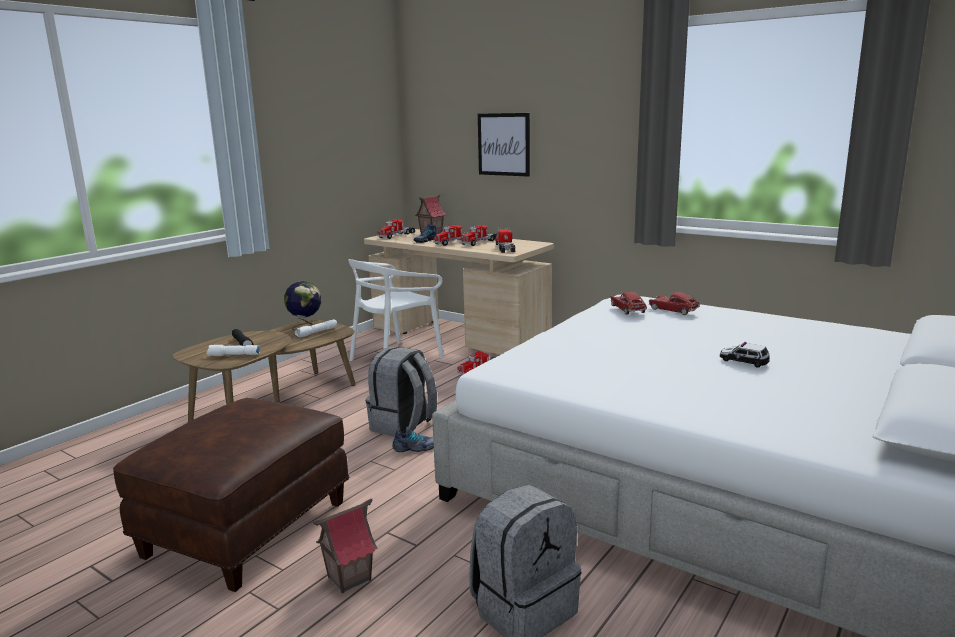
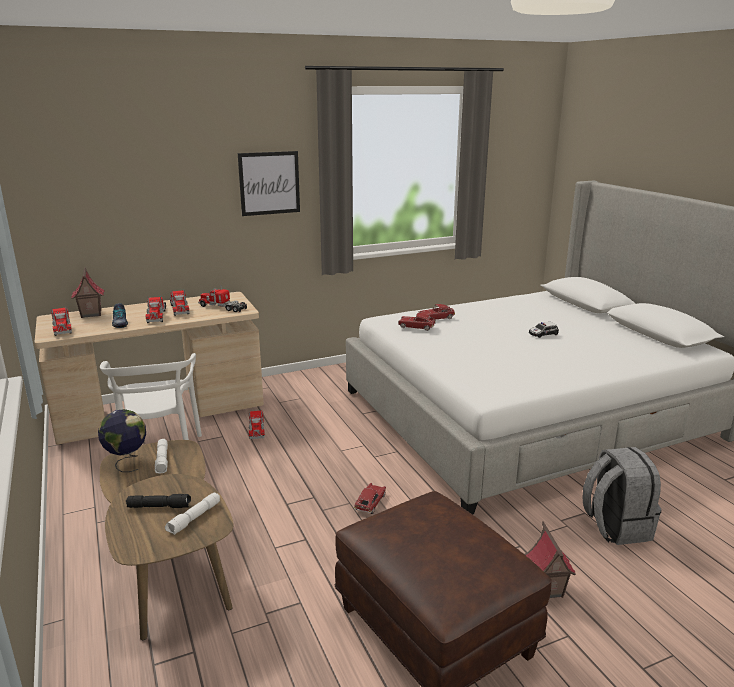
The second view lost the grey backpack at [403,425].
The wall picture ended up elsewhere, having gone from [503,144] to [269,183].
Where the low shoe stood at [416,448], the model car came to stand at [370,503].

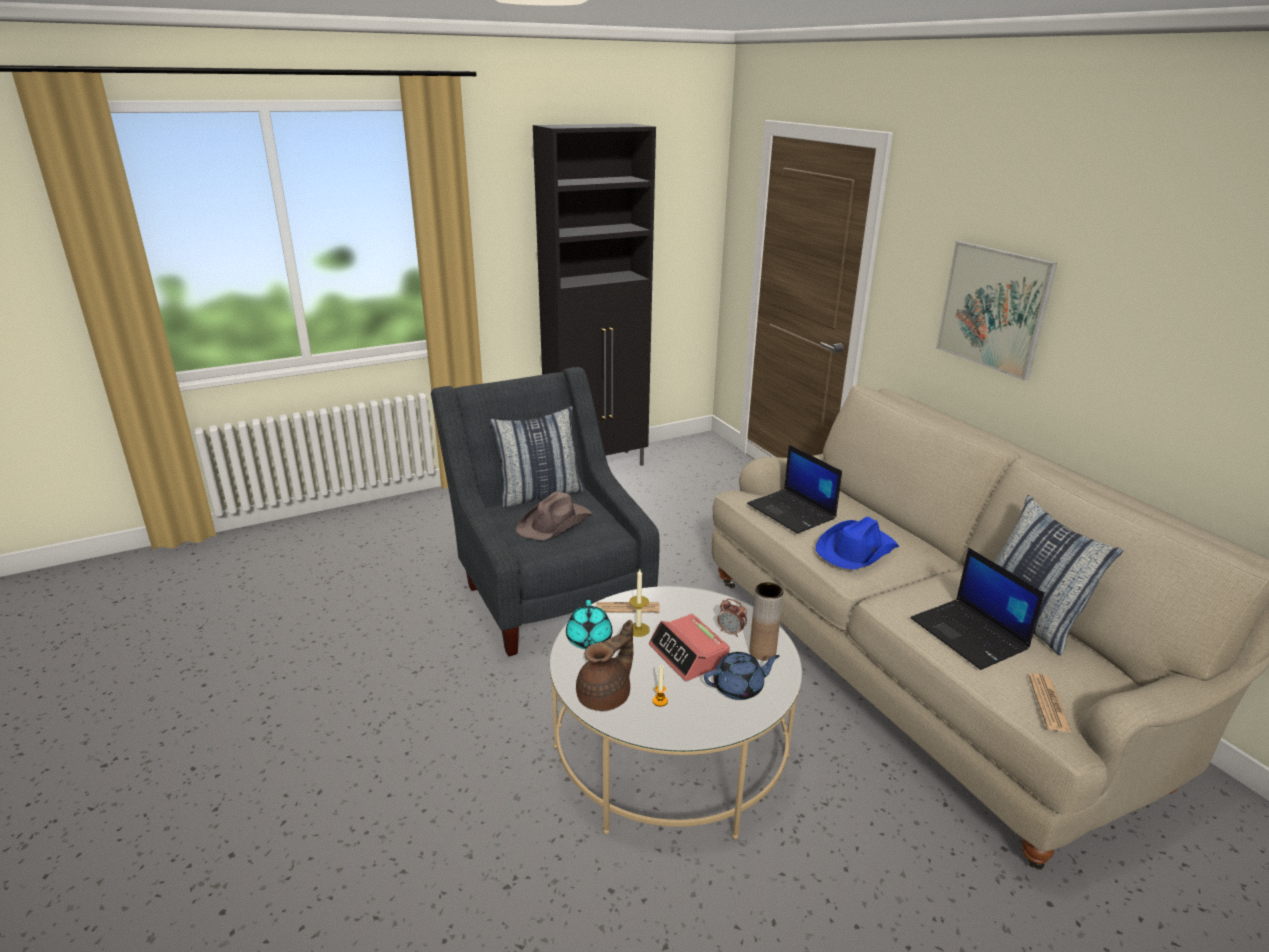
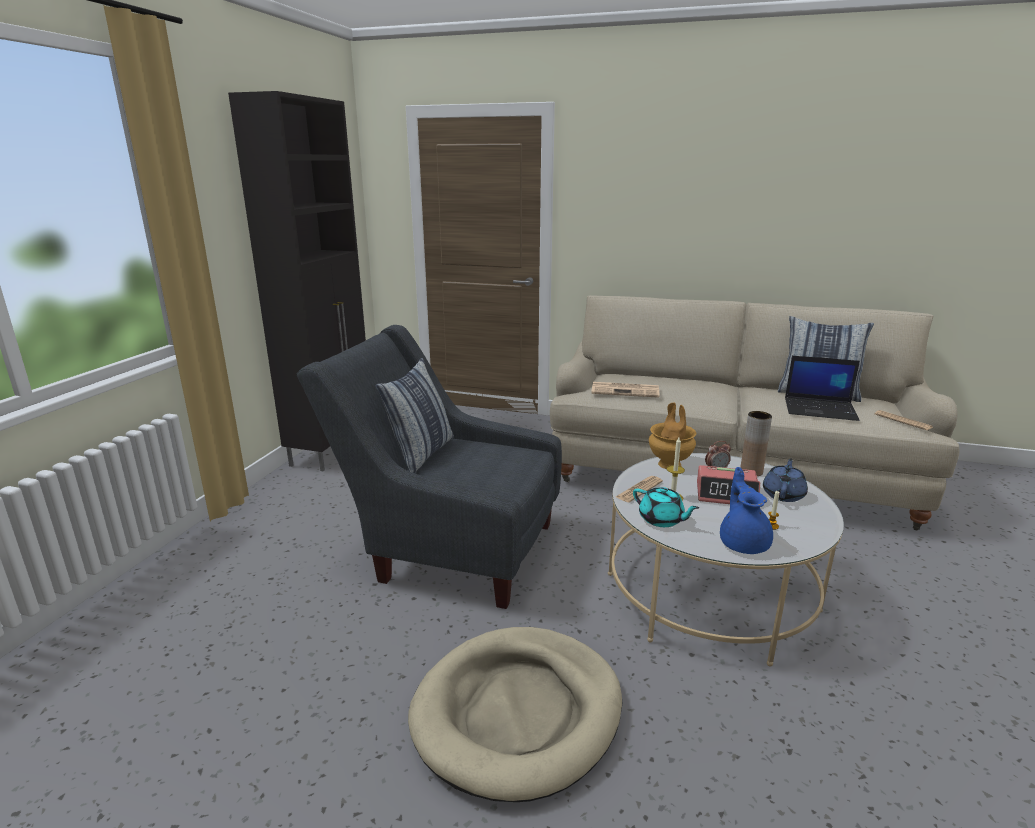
The second view lost the brownish hat at [555,523].
The second view lost the blue hat at [856,550].
The second view lost the wall picture at [993,308].
The second view gained the beige-coloured dog cushion at [518,713].
The second view gained the brownish flower vase at [670,464].
Where the laptop stood at [792,512], the printed paper came to stand at [626,390].
What was the brownish pot for tea at [606,696] turned into the blue pot for tea at [743,542].

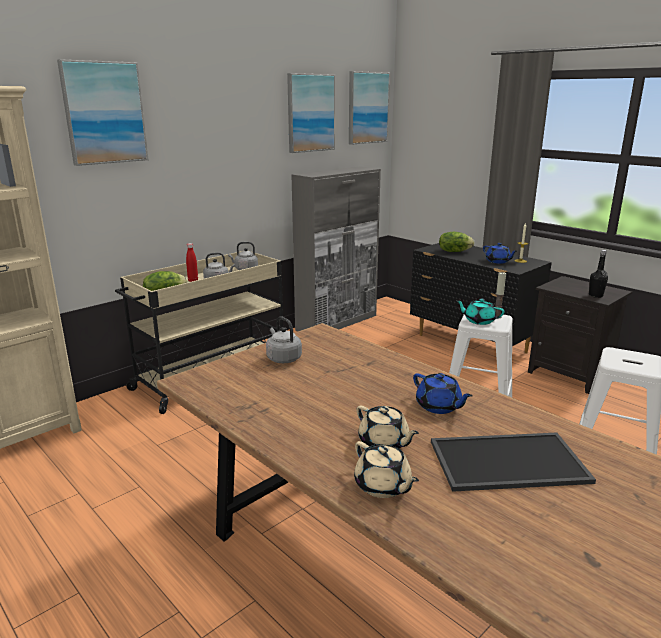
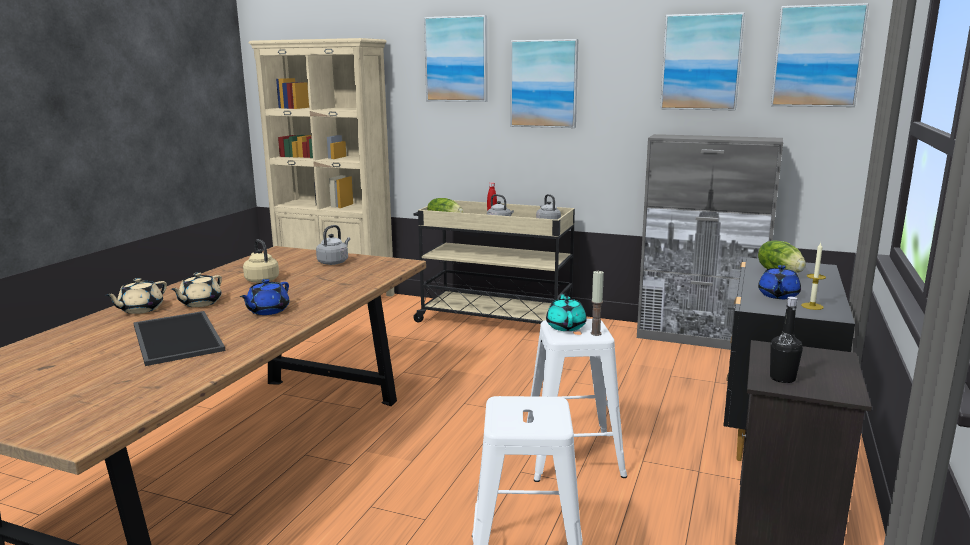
The second view gained the beige-coloured water kettle at [261,280].
The second view gained the wall picture at [544,84].

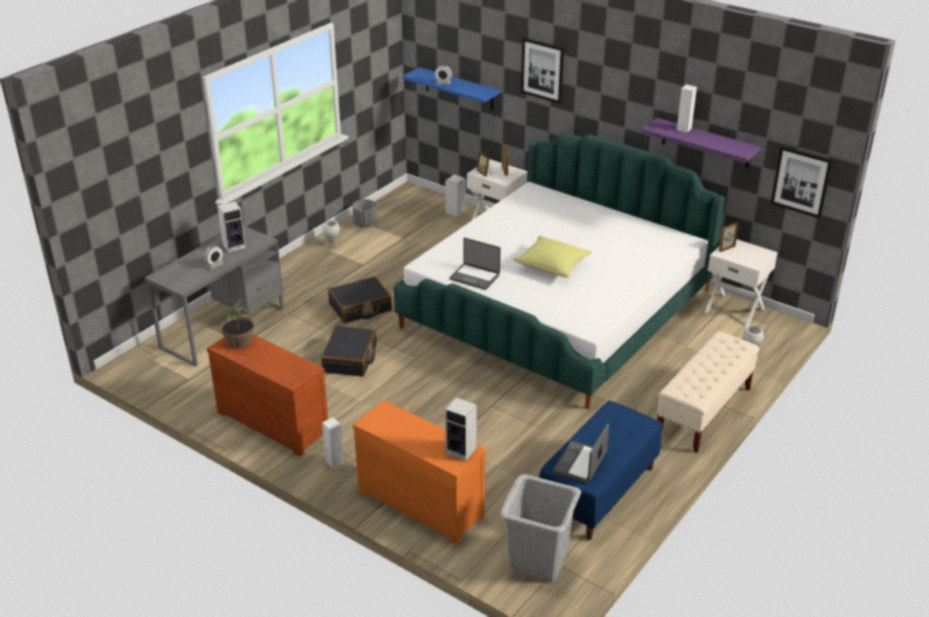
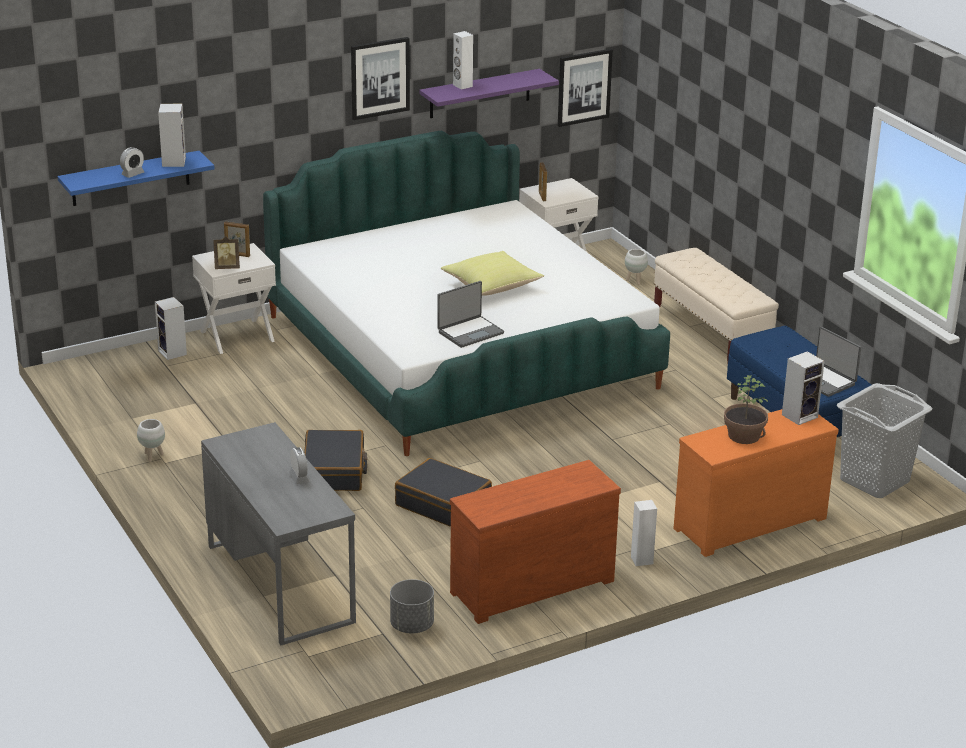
The loudspeaker ended up elsewhere, having gone from [235,246] to [173,161].
The potted plant ended up elsewhere, having gone from [239,341] to [743,436].
The grey planter ended up elsewhere, having gone from [365,224] to [411,625].
The wall picture ended up elsewhere, having gone from [542,70] to [379,78].

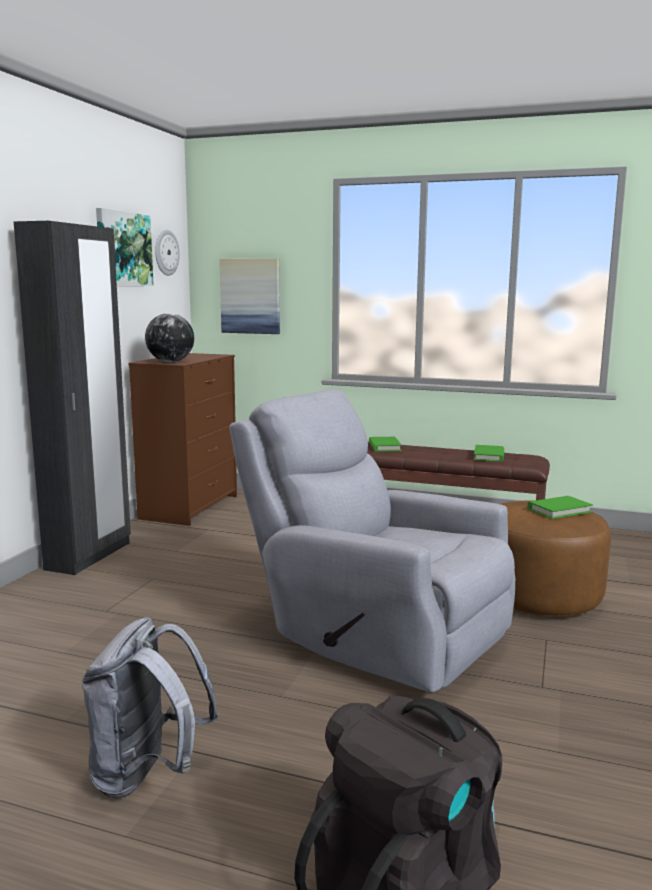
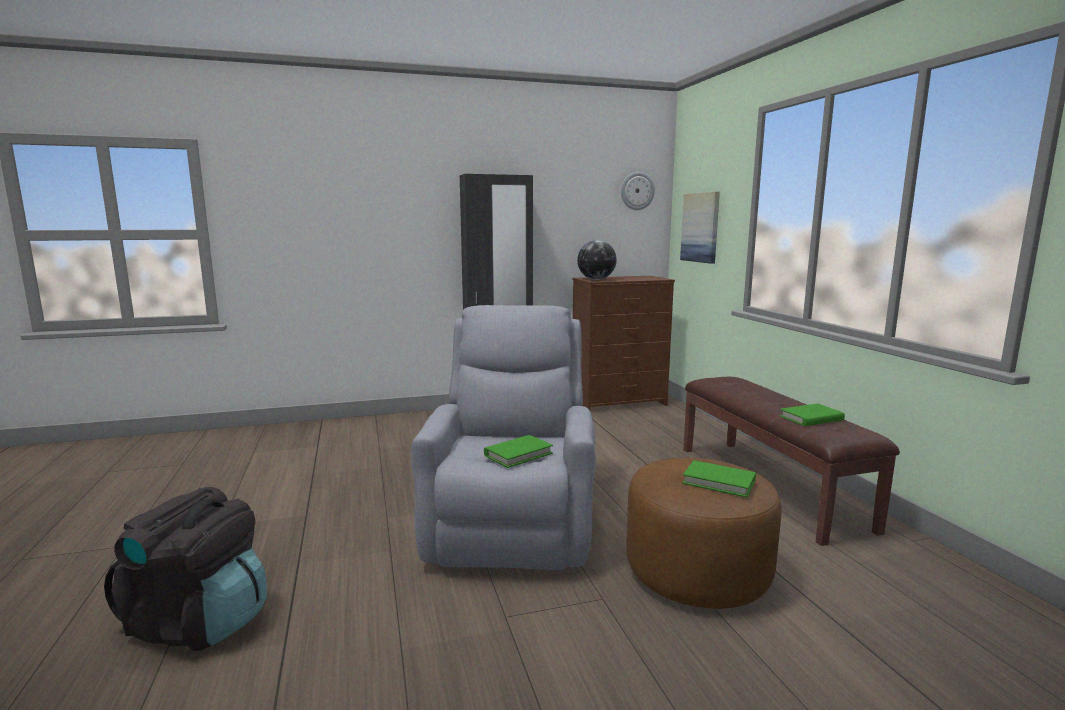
The second view lost the grey backpack at [148,775].
The second view lost the wall picture at [123,249].
The green volume ended up elsewhere, having gone from [384,447] to [518,454].

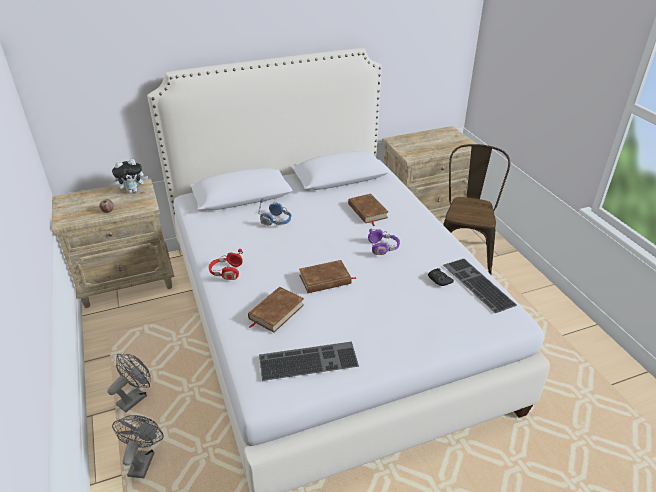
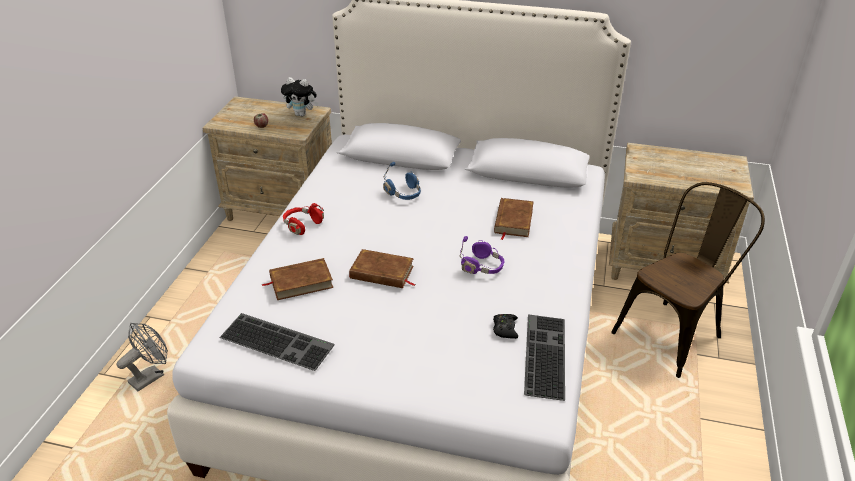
The second view lost the grey fan at [135,397].

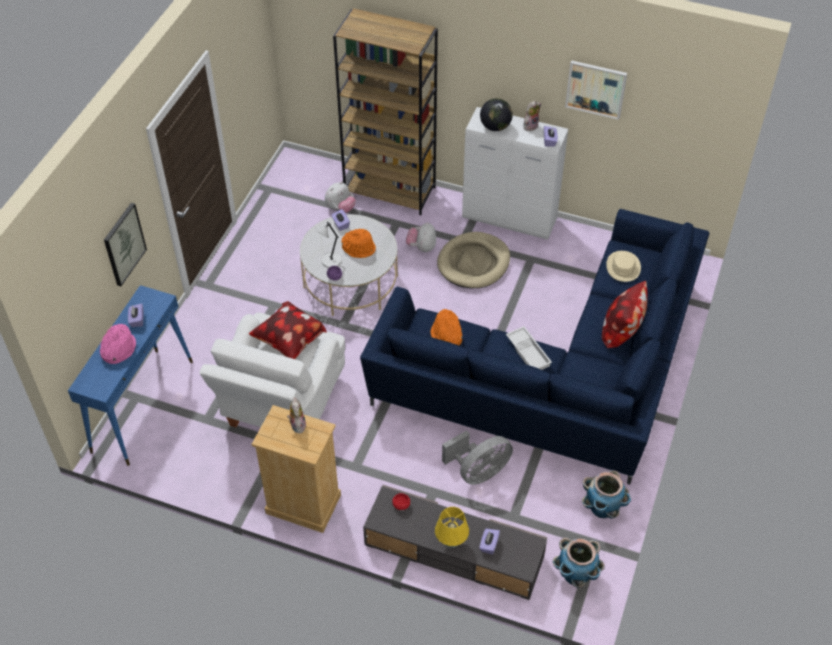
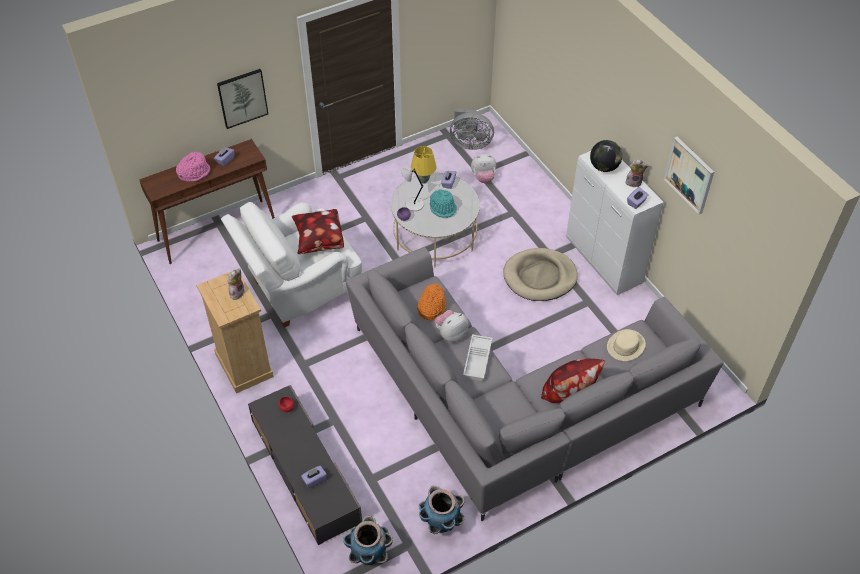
The second view lost the brownish bookshelf at [390,191].
The plush toy ended up elsewhere, having gone from [421,247] to [451,334].
The yellow-coloured table lamp ended up elsewhere, having gone from [451,543] to [424,180].
The grey fan ended up elsewhere, having gone from [478,472] to [470,143].
What was the blue console table at [143,405] turned into the brownish console table at [217,231].
What was the orange-coloured hat at [359,248] turned into the turquoise hat at [443,208].
What was the blue sofa at [559,379] turned into the grey sofa at [513,405].

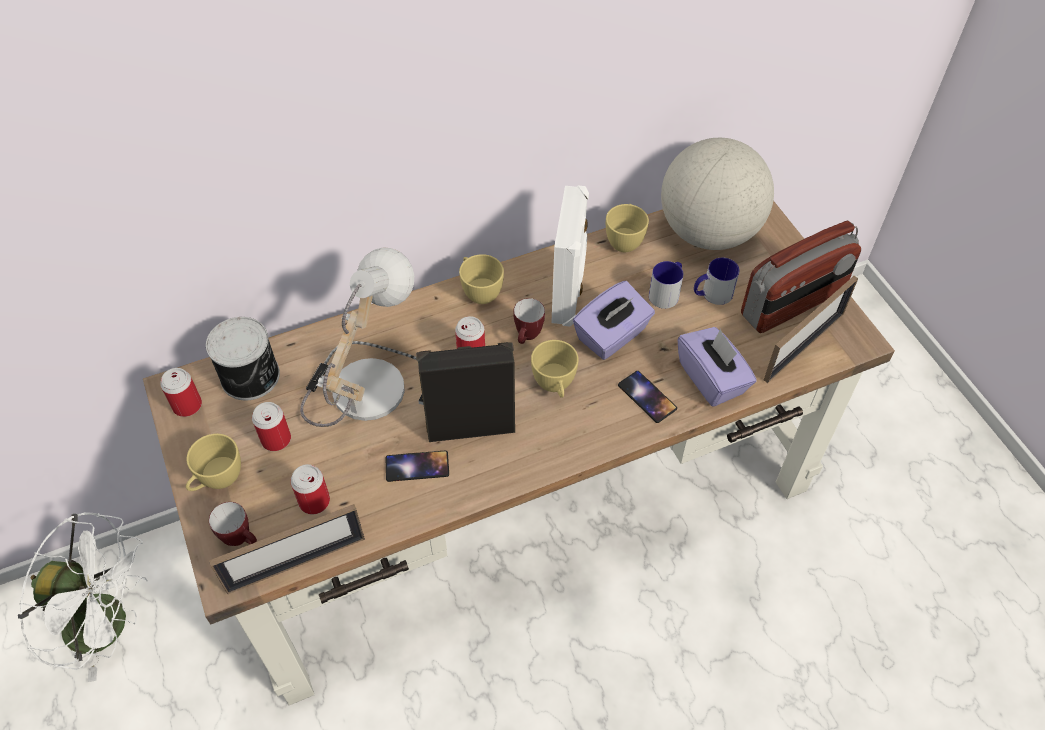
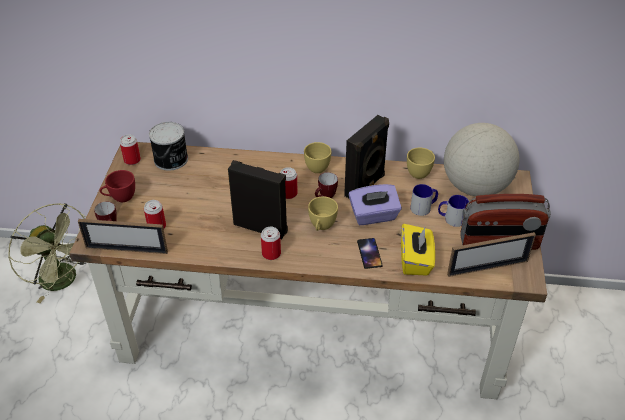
The second view lost the table lamp at [364,384].
The second view lost the phone at [417,466].
The metal can ended up elsewhere, having gone from [276,439] to [271,254].
What was the white-coloured fan at [110,624] turned into the green fan at [64,281].
What was the yellow-coloured drinking cup at [217,480] turned into the reddish drinking cup at [120,198].
What was the white-coloured loudspeaker at [569,294] turned into the black loudspeaker at [365,186].
What was the purple-coloured tissue box at [712,379] turned into the yellow-coloured tissue box at [415,260].

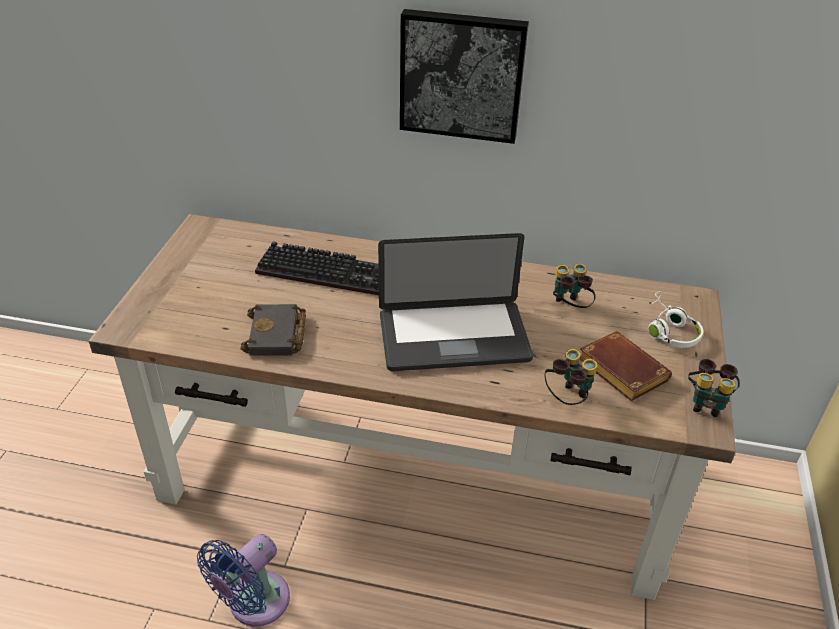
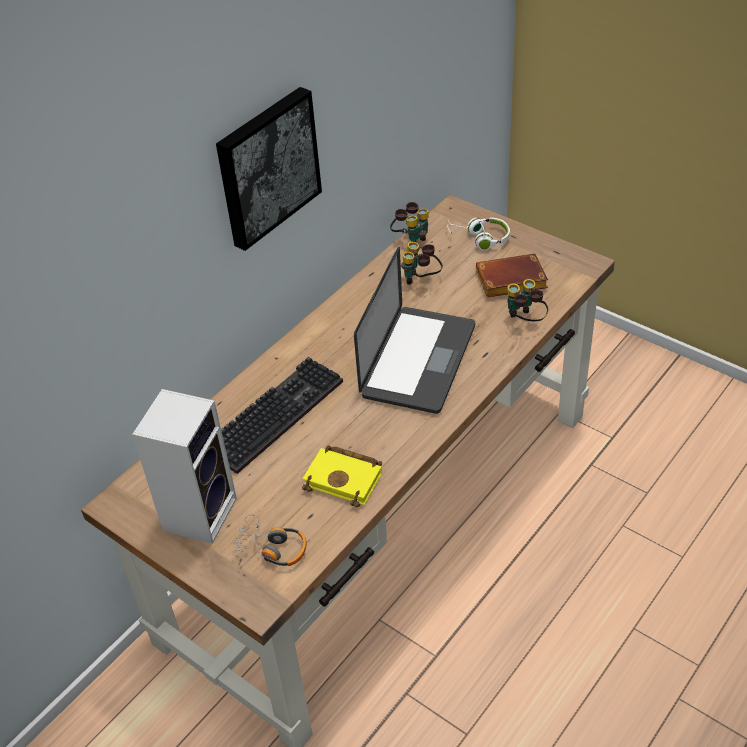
The second view lost the blue fan at [254,604].
The second view gained the loudspeaker at [200,511].
The second view gained the pair of headphones at [270,549].
The pair of binoculars ended up elsewhere, having gone from [706,403] to [411,239].
What was the black volume at [277,336] turned into the yellow-coloured volume at [346,478].

